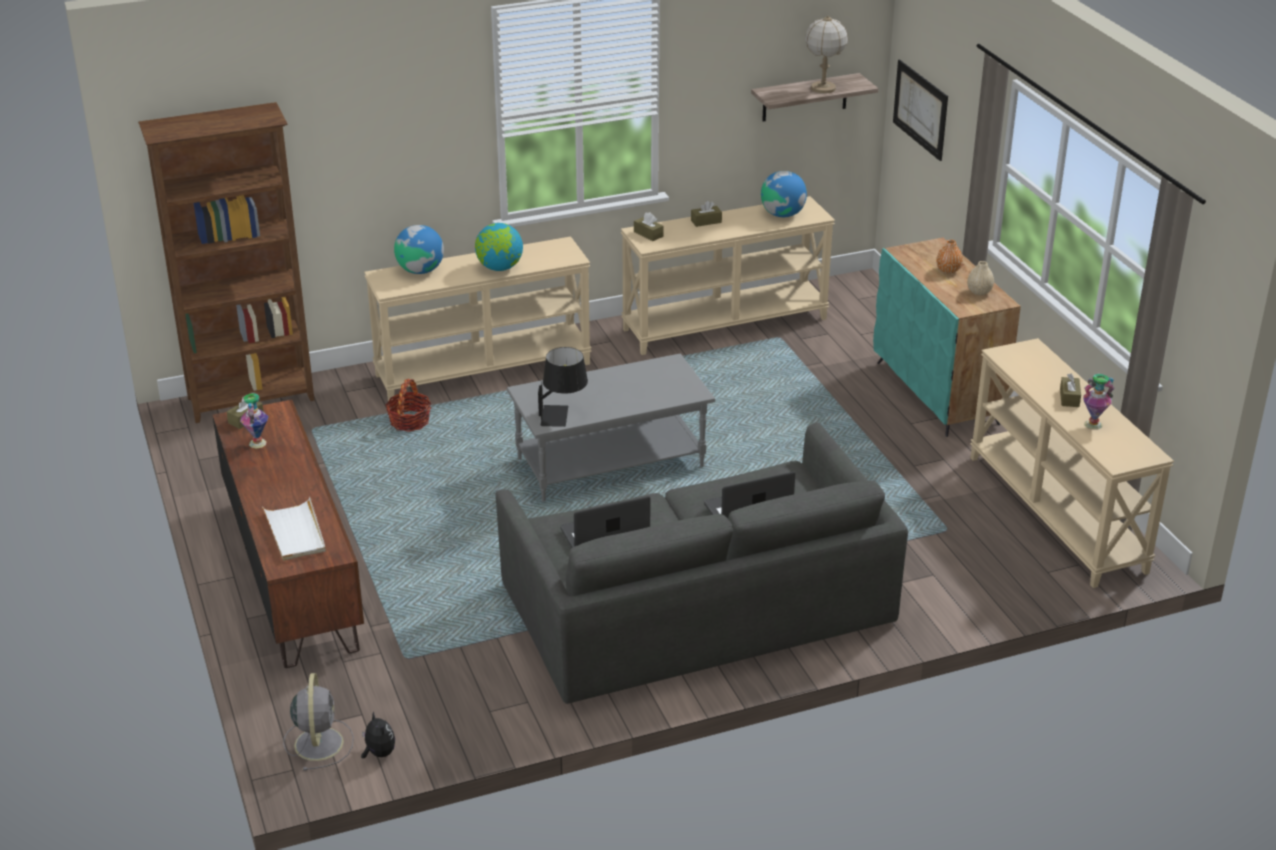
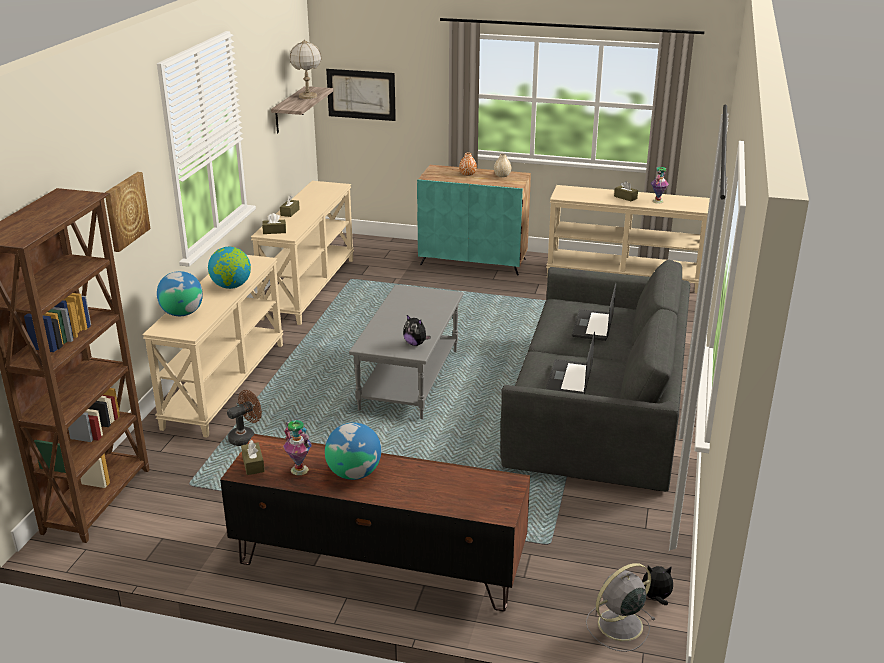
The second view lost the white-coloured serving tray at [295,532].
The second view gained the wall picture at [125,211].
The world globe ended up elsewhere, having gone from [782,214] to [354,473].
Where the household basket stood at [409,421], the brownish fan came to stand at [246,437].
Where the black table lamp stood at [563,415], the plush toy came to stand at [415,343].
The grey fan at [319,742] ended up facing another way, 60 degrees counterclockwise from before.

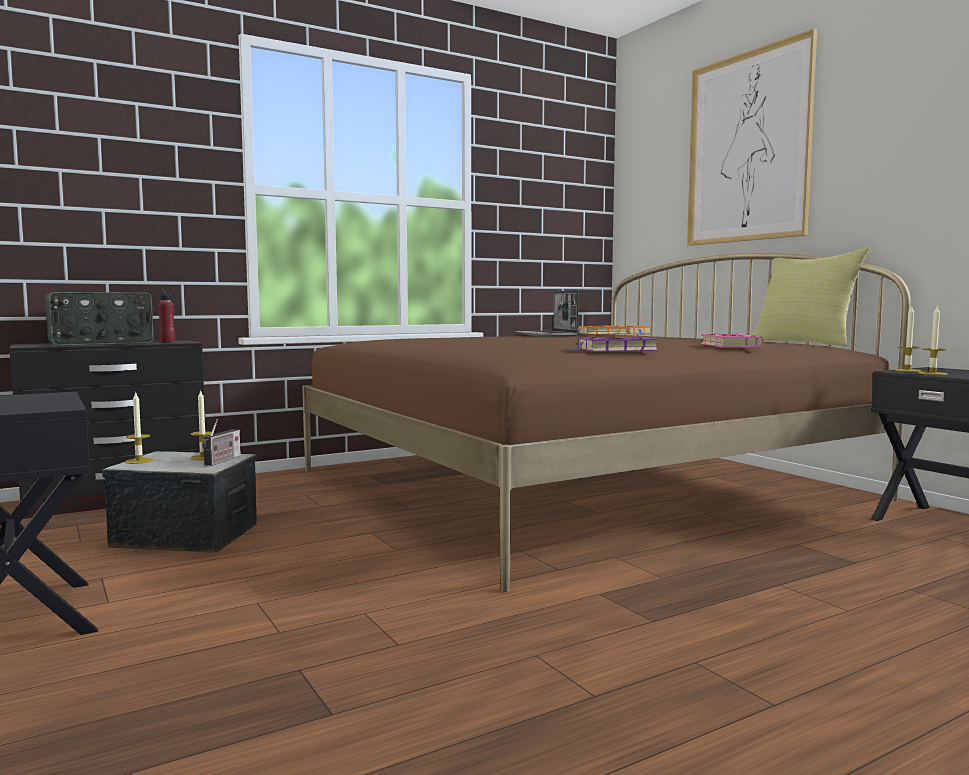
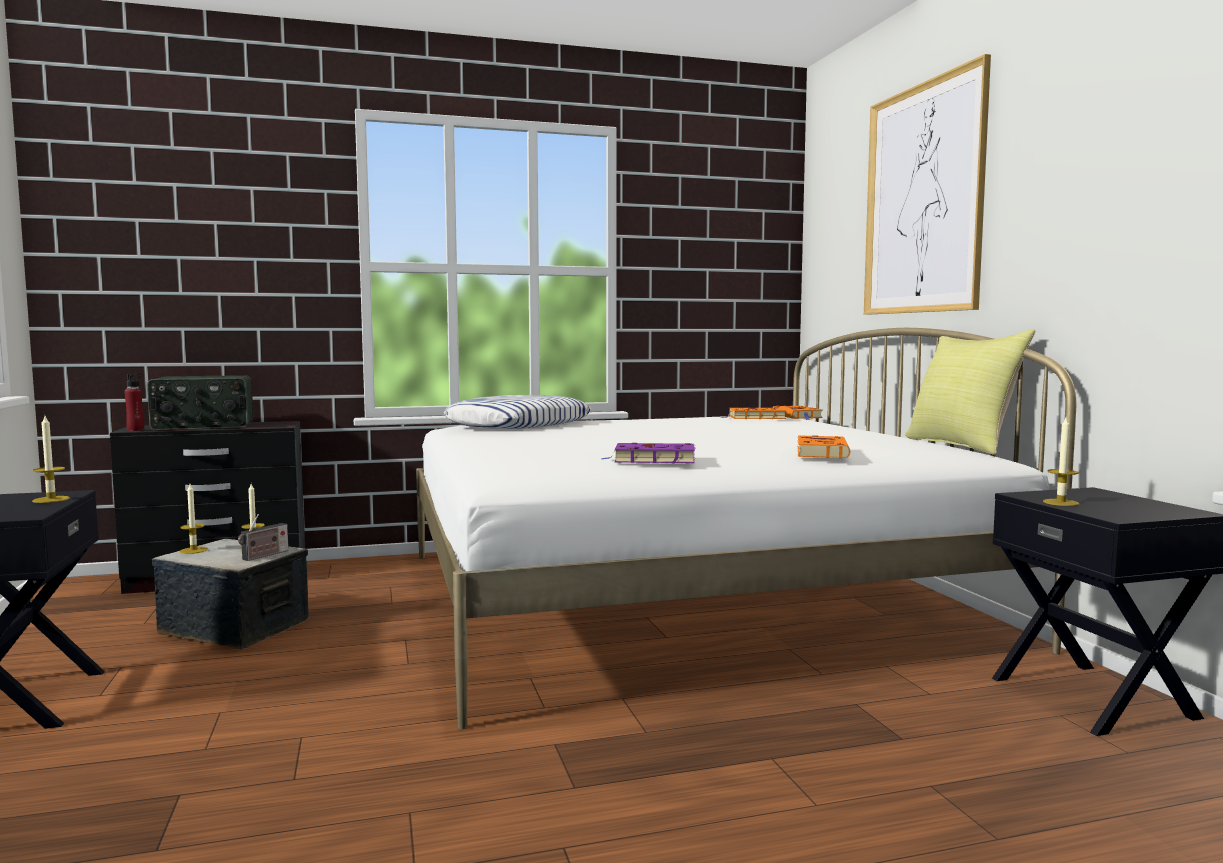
The second view lost the laptop at [547,335].
The second view gained the cushion at [519,424].
The reddish bottle ended up elsewhere, having gone from [167,341] to [135,430].
The wax candle ended up elsewhere, having gone from [907,370] to [51,499].
What was the brownish bedroom bed at [578,484] turned into the white-coloured bedroom bed at [683,597].
What was the pink-coloured volume at [729,345] turned into the orange-coloured volume at [821,452].

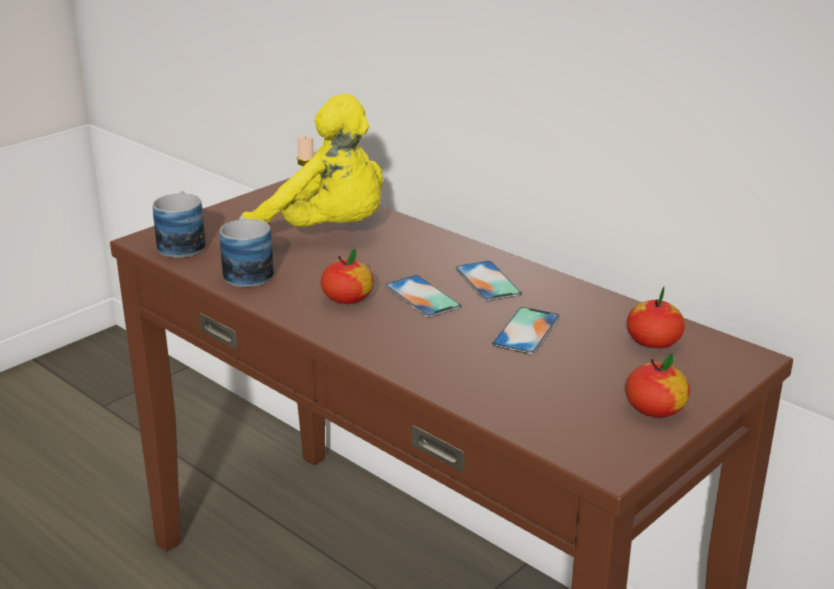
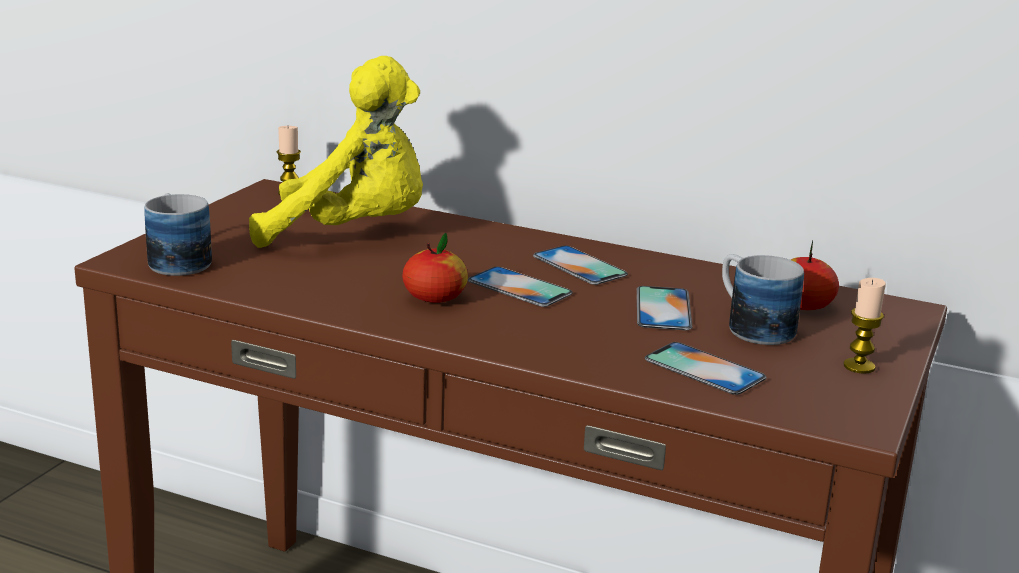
The second view gained the phone at [704,369].
The tea mug ended up elsewhere, having gone from [247,271] to [751,326].
Where the apple stood at [655,409], the wax candle came to stand at [859,366].

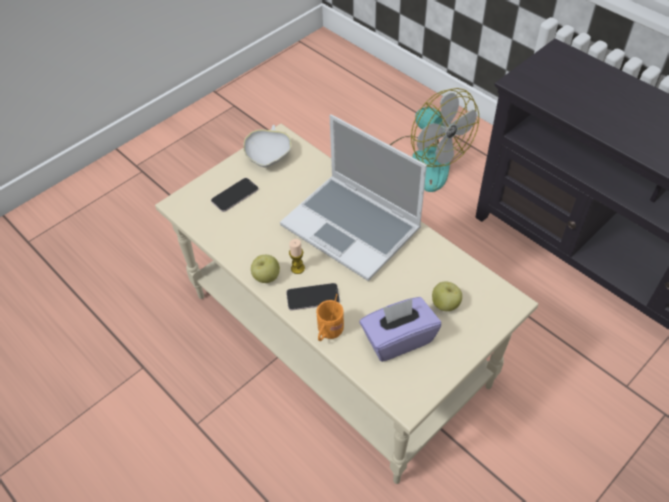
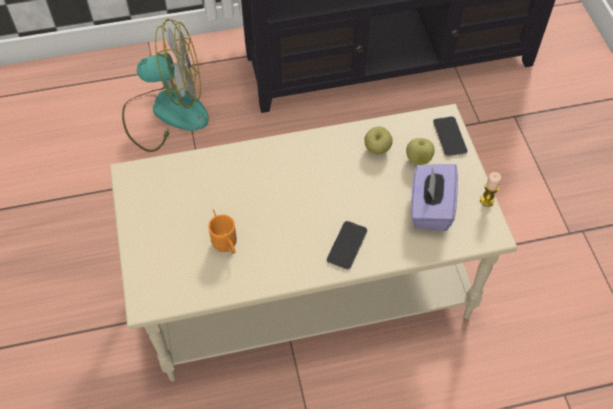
The second view lost the white-coloured serving bowl at [268,155].
The second view lost the laptop at [353,227].
The phone ended up elsewhere, having gone from [235,195] to [449,137].
The apple ended up elsewhere, having gone from [266,277] to [377,149].
The wax candle ended up elsewhere, having gone from [297,268] to [487,200].
The orange-coloured tea mug ended up elsewhere, having gone from [328,333] to [226,246].

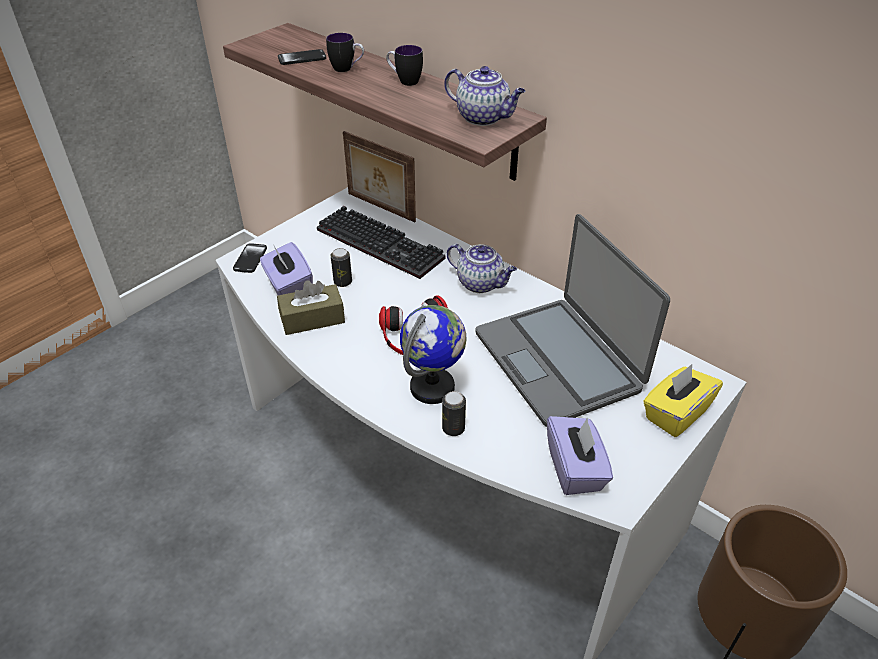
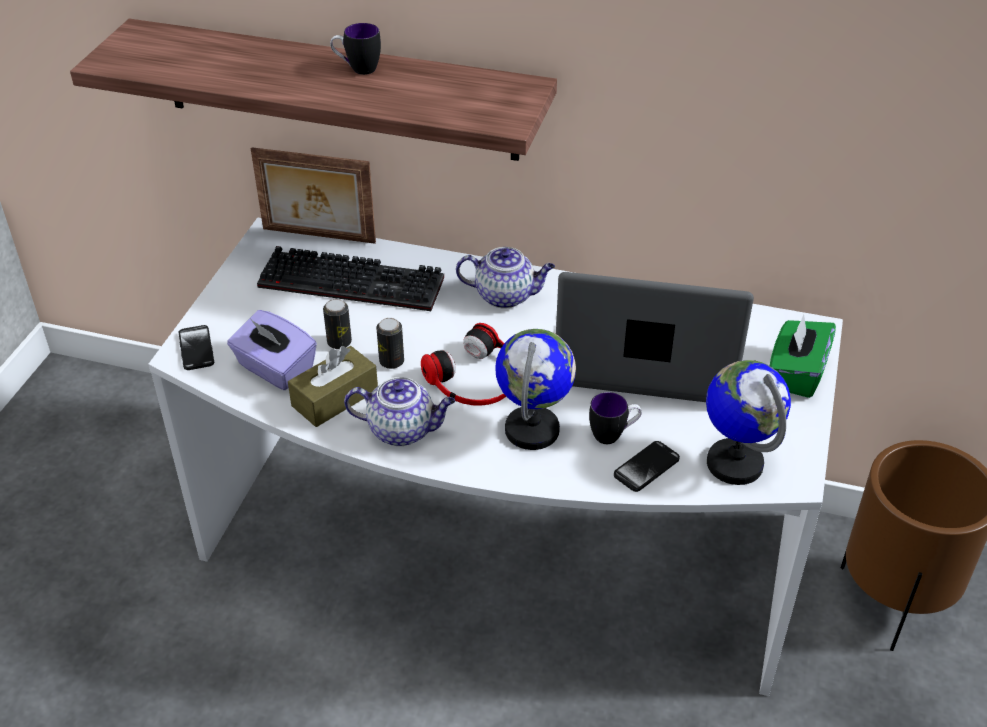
The phone ended up elsewhere, having gone from [302,58] to [646,467].
The tea mug ended up elsewhere, having gone from [347,69] to [613,435].
The metal can ended up elsewhere, having gone from [453,428] to [391,361].
The pot for tea ended up elsewhere, having gone from [484,118] to [403,430].
Where the purple-coloured tissue box stood at [575,469], the world globe came to stand at [735,463].
What was the yellow-coloured tissue box at [675,414] turned into the green tissue box at [796,374].
The laptop at [558,360] ended up facing another way, 150 degrees clockwise from before.

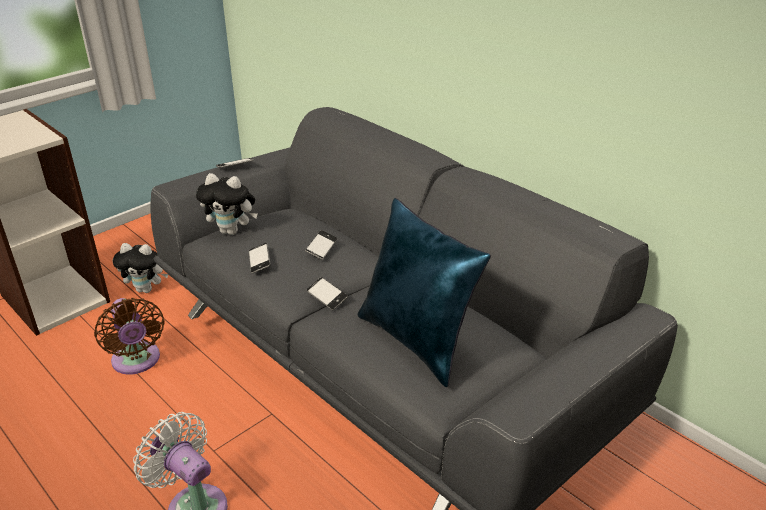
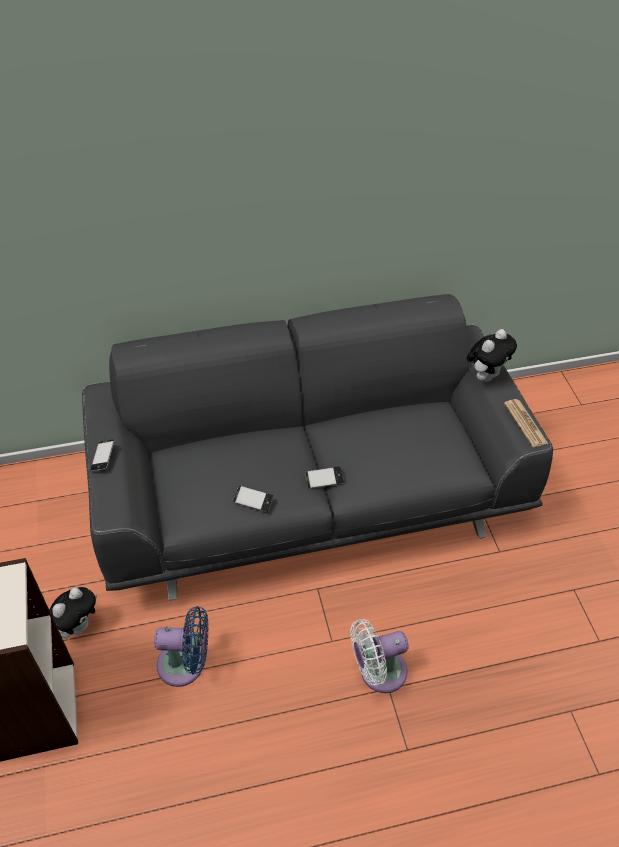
The second view lost the phone at [321,248].
The second view lost the blue cushion at [418,340].
The second view gained the printed paper at [525,423].
The plush toy ended up elsewhere, having gone from [232,231] to [486,375].
What was the brownish fan at [137,362] turned into the blue fan at [186,664].

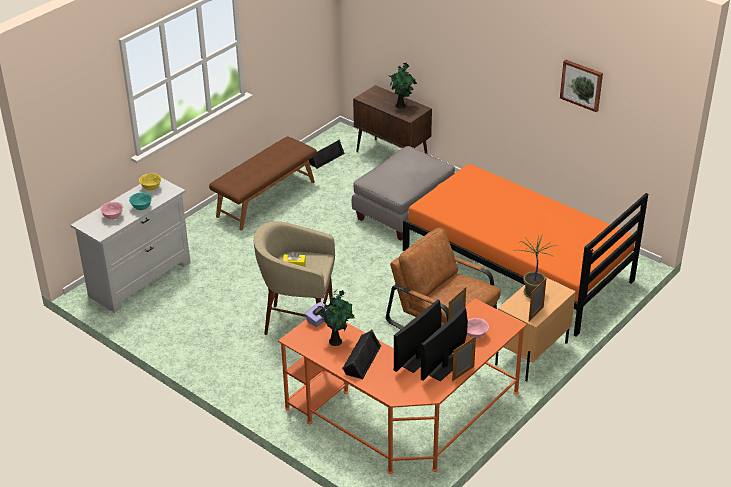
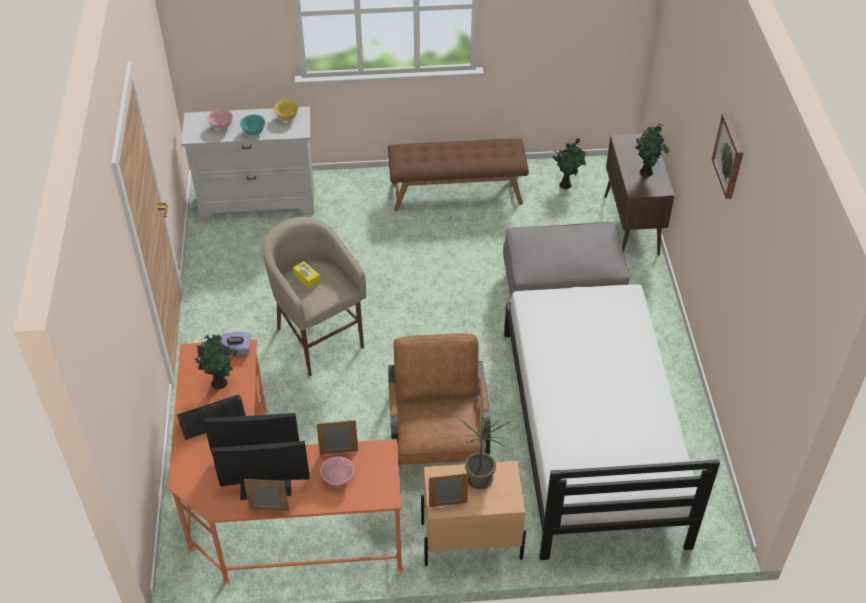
The wall picture ended up elsewhere, having gone from [582,85] to [729,155].
Where the black loudspeaker stood at [325,157], the potted plant came to stand at [566,184].
What was the orange-coloured bedroom bed at [516,265] turned into the white-coloured bedroom bed at [590,434].

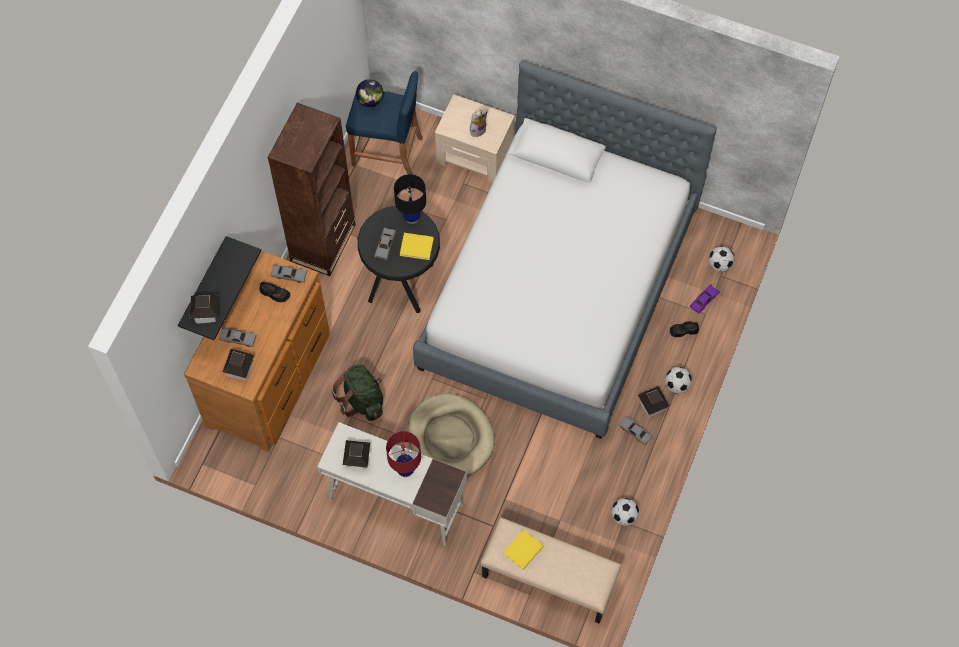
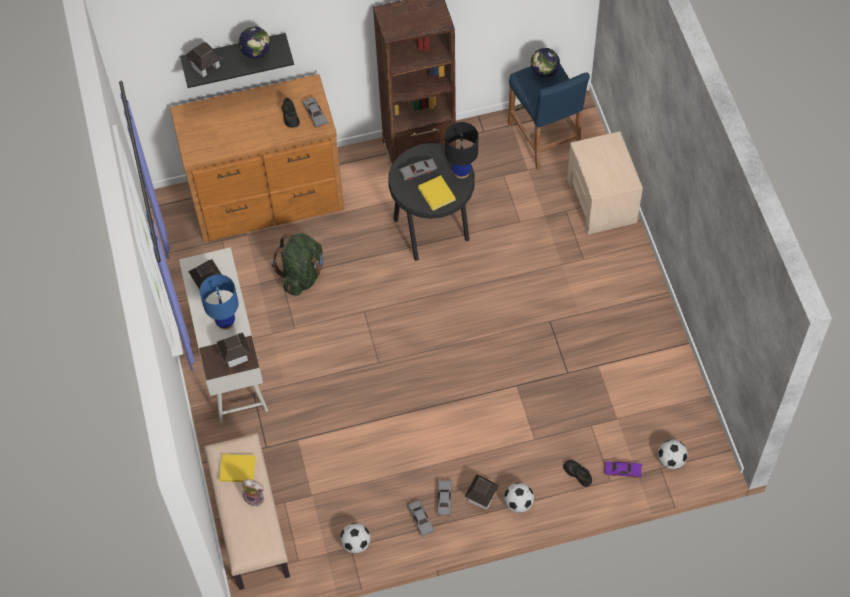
The second view lost the beige-coloured dog cushion at [450,437].
The second view lost the bedroom bed at [559,289].
The second view gained the world globe at [257,58].
The grey model car ended up elsewhere, having gone from [238,339] to [421,520].
The miniature house ended up elsewhere, having gone from [240,369] to [235,355].
The plush toy ended up elsewhere, having gone from [477,129] to [255,497].
What was the reddish table lamp at [405,469] turned into the blue table lamp at [226,322].

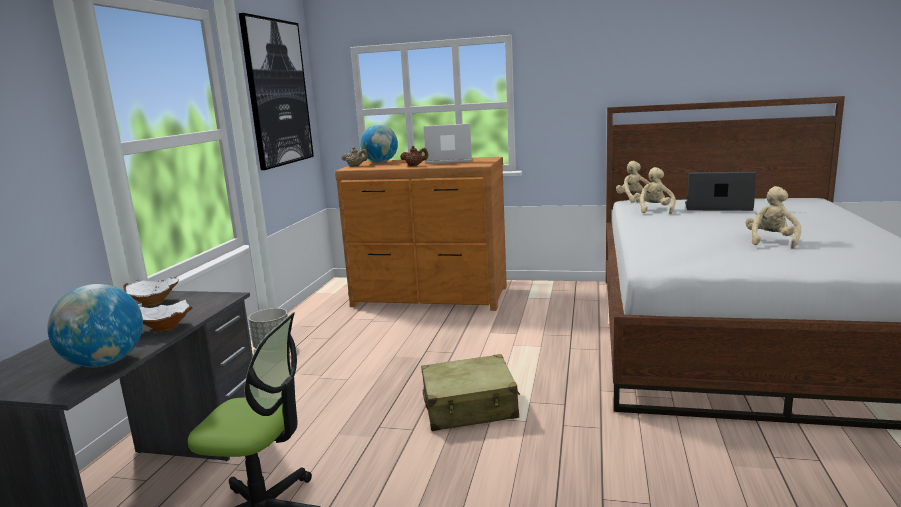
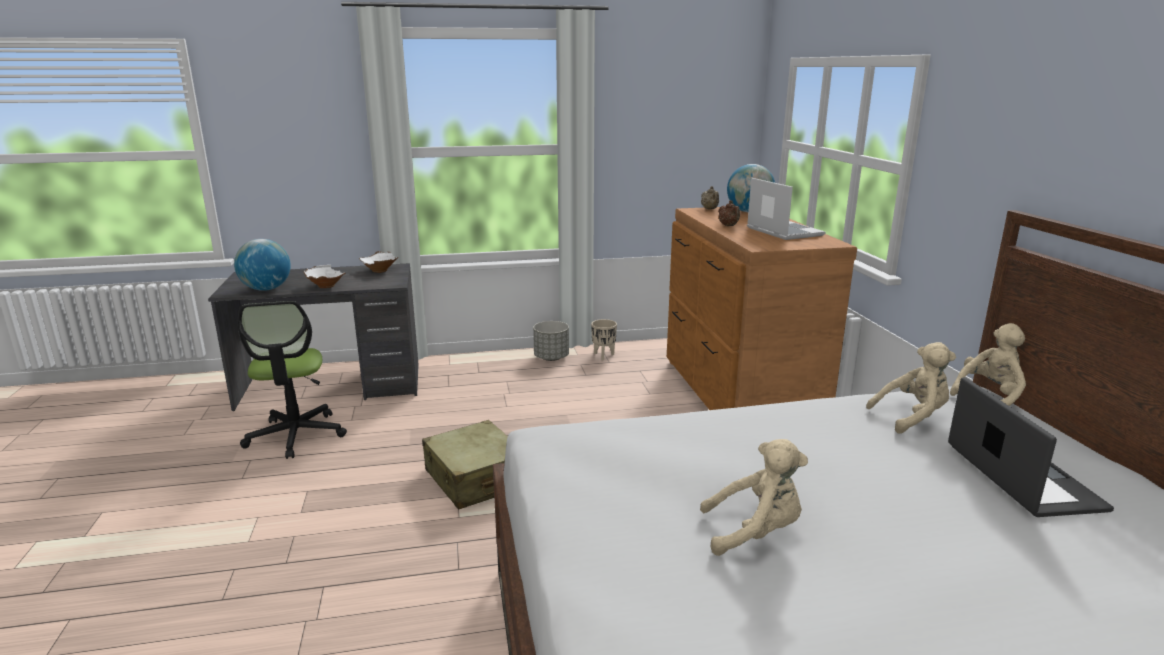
The second view lost the wall picture at [278,93].
The second view gained the beige-coloured planter at [604,356].

